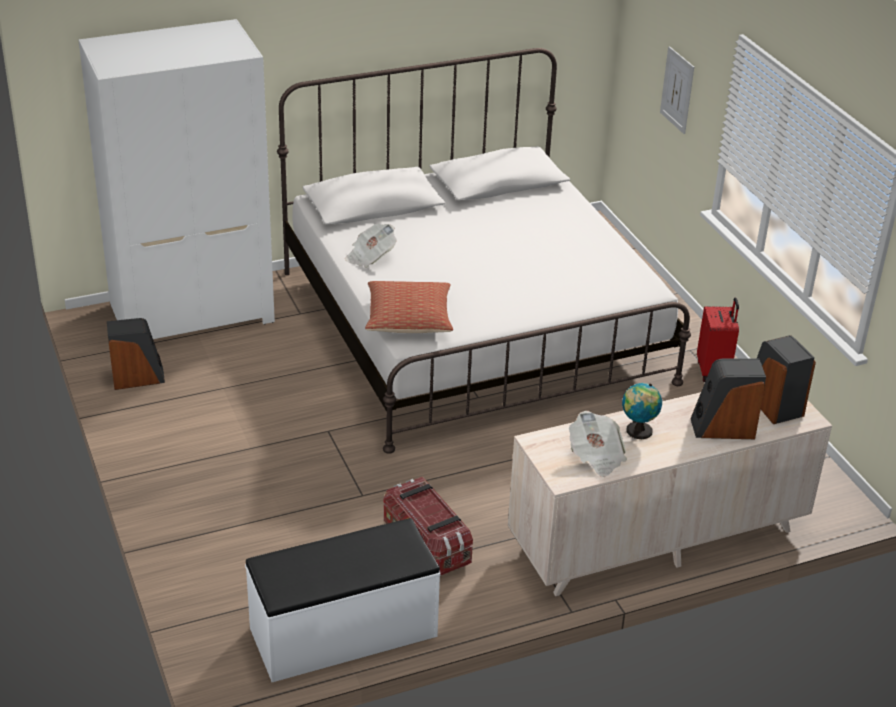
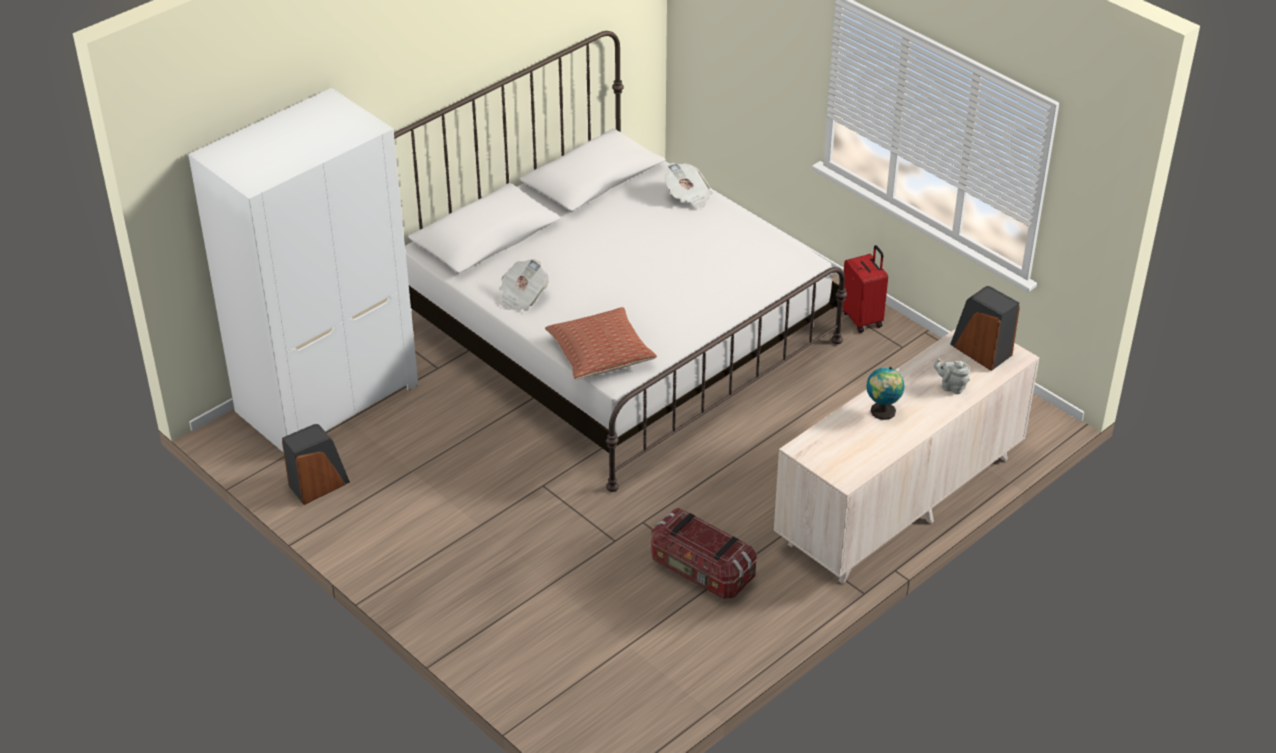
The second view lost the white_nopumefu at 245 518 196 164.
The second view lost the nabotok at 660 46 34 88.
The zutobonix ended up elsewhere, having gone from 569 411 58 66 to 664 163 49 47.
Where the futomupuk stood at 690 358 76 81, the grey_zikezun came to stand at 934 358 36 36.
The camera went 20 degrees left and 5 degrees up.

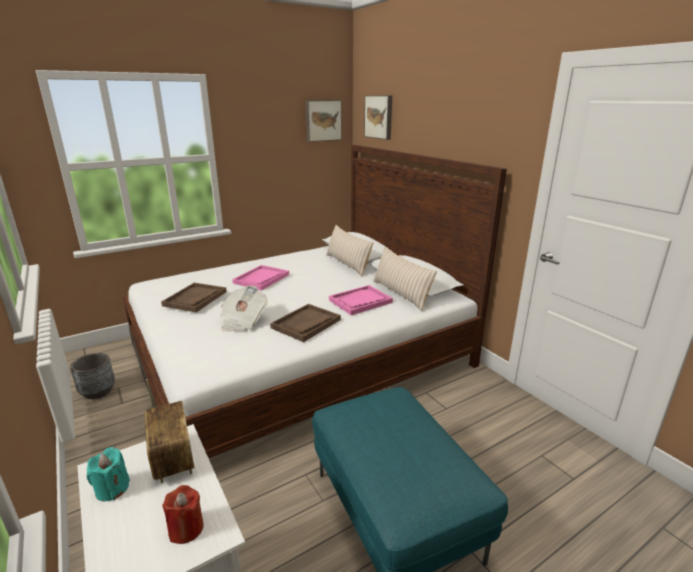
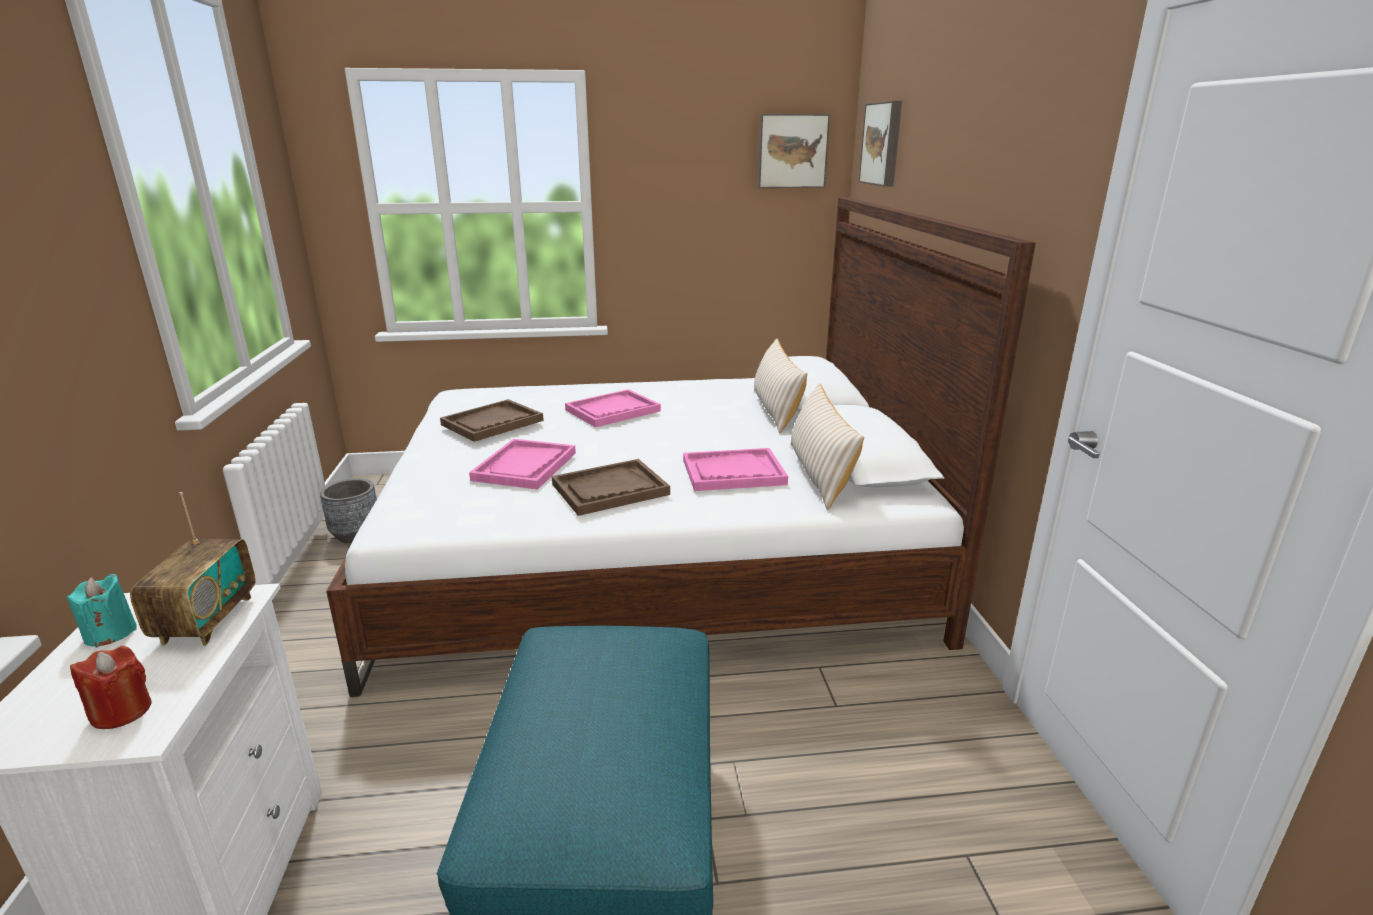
Where the zutobonix stood at 220 286 48 46, the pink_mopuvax came to stand at 469 439 107 51.
The camera went 25 degrees right and 0 degrees up.

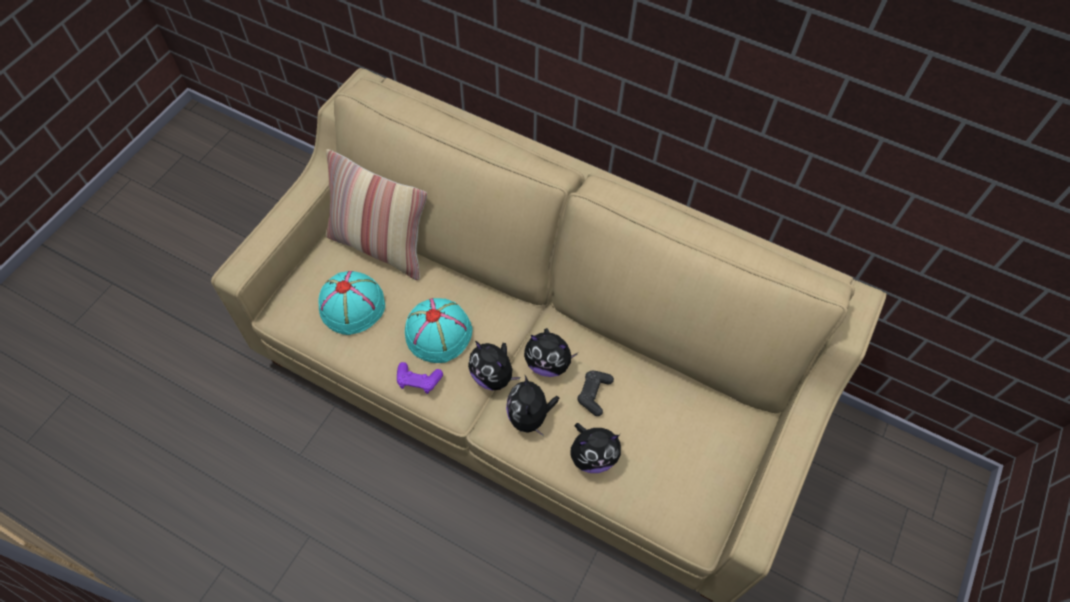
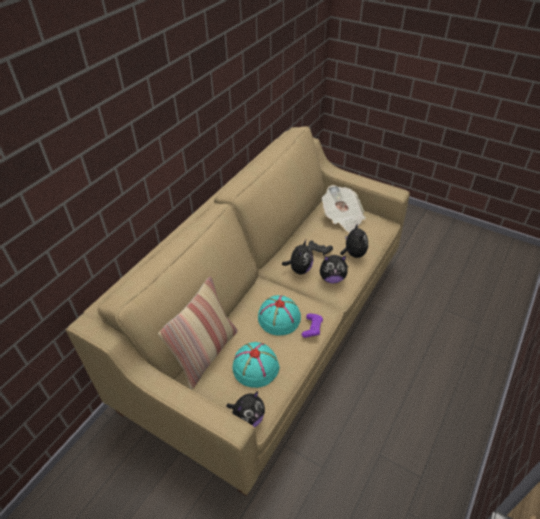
The second view gained the zutobonix at 322 185 44 48.
The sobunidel ended up elsewhere, having gone from 468 341 52 50 to 226 391 39 37.
The camera went 85 degrees left and 15 degrees down.

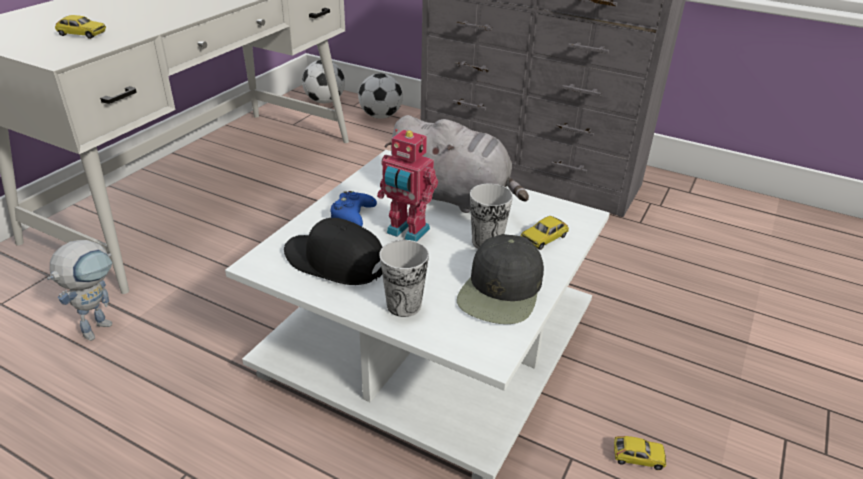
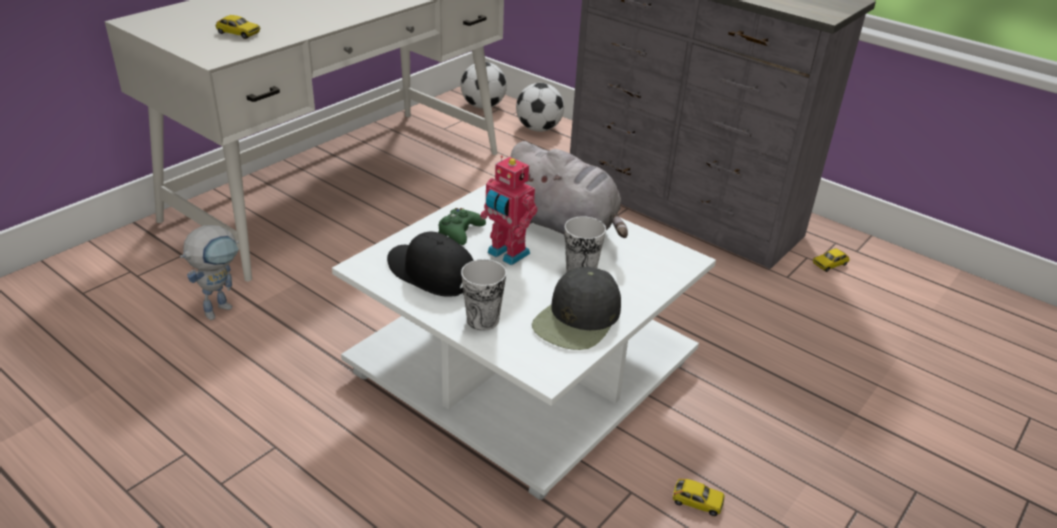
The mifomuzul ended up elsewhere, having gone from 521 216 48 34 to 813 248 37 24.
What was the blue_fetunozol at 330 191 47 36 turned into the green_fetunozol at 438 208 48 37.
The camera went 10 degrees right and 0 degrees up.

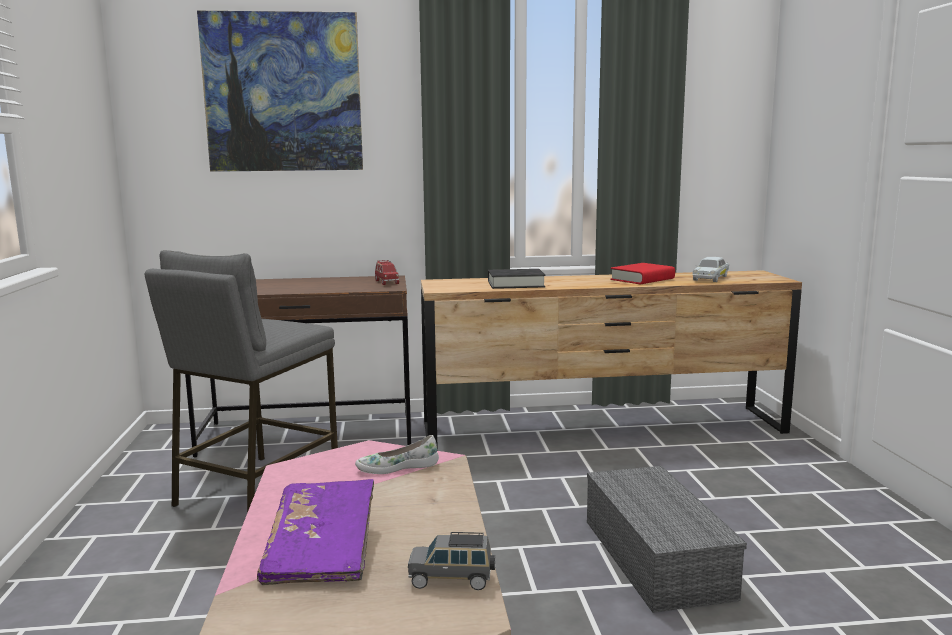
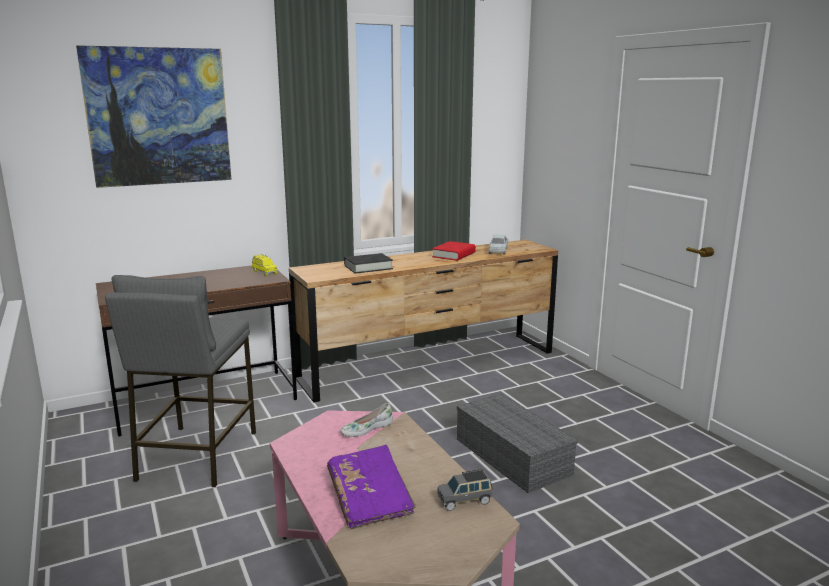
What was the red_mifomuzul at 375 260 24 25 turned into the yellow_mifomuzul at 252 254 25 22.
The camera went 20 degrees left and 5 degrees up.

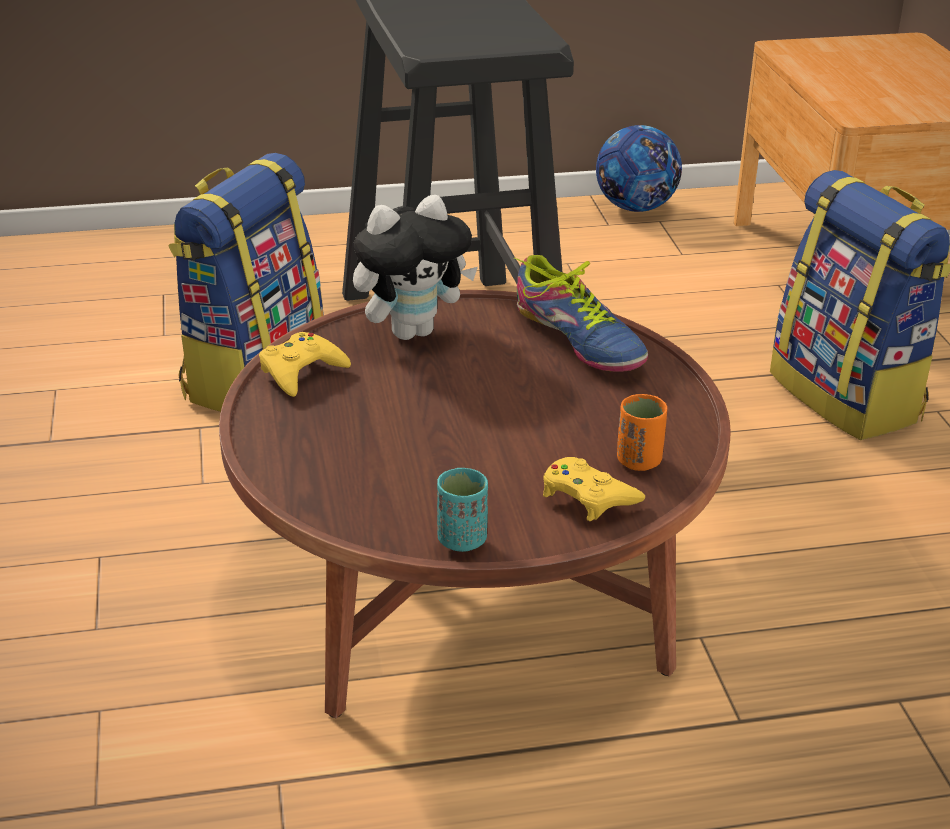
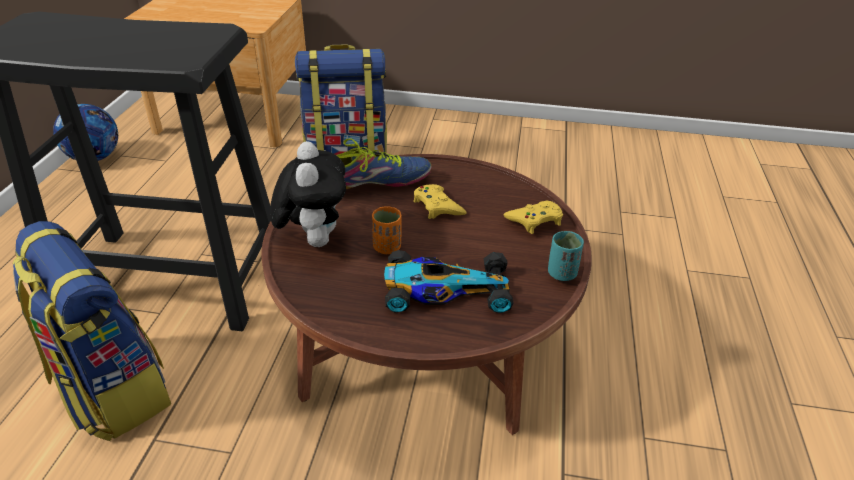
The second view gained the mifomuzul at 384 250 130 63.
The yellow_fetunozol ended up elsewhere, having gone from 259 332 92 65 to 413 184 54 35.
The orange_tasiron ended up elsewhere, having gone from 617 394 50 77 to 372 207 30 47.
The camera went 70 degrees left and 5 degrees up.

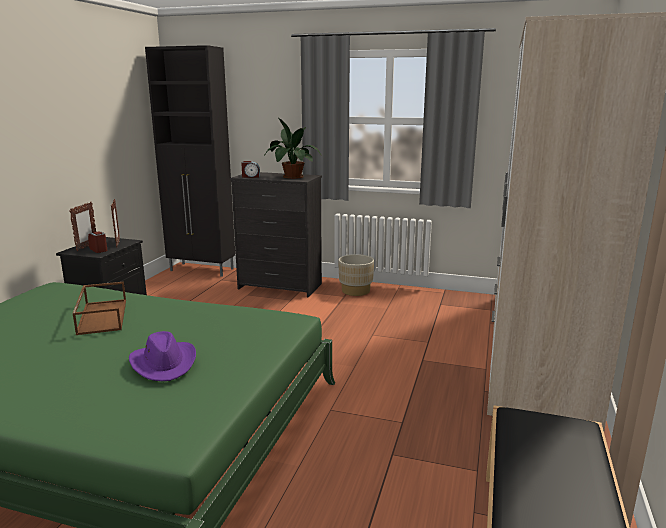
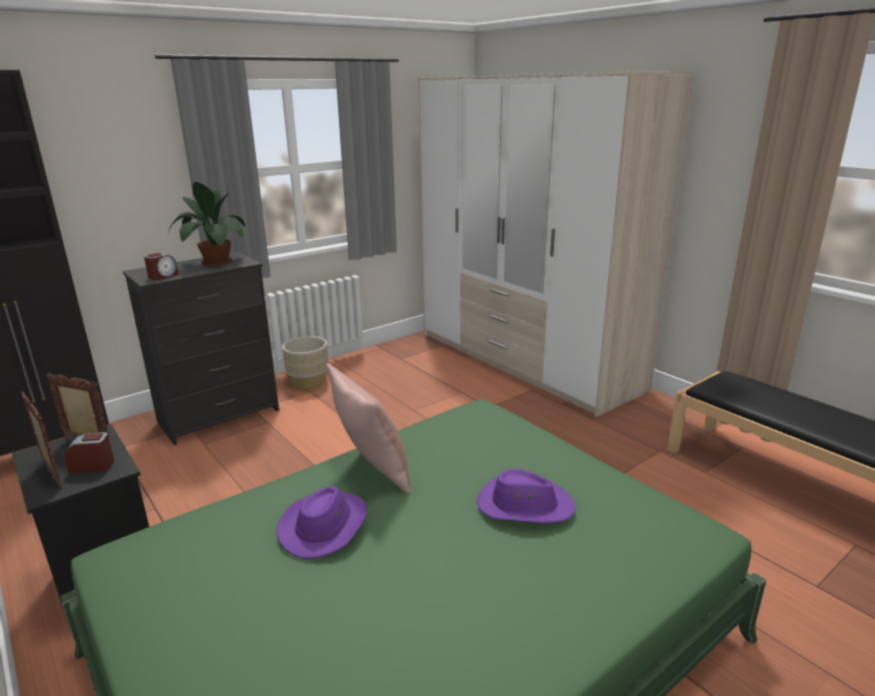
The second view gained the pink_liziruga at 326 363 84 131.
Where the brown_mopuvax stood at 72 282 54 53, the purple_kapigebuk came to stand at 276 487 91 72.
The camera went 55 degrees left and 5 degrees up.

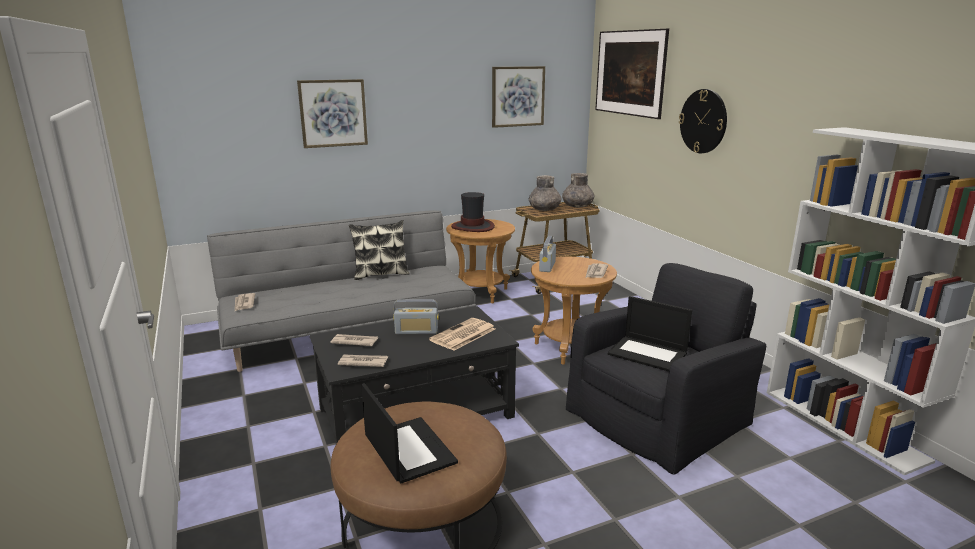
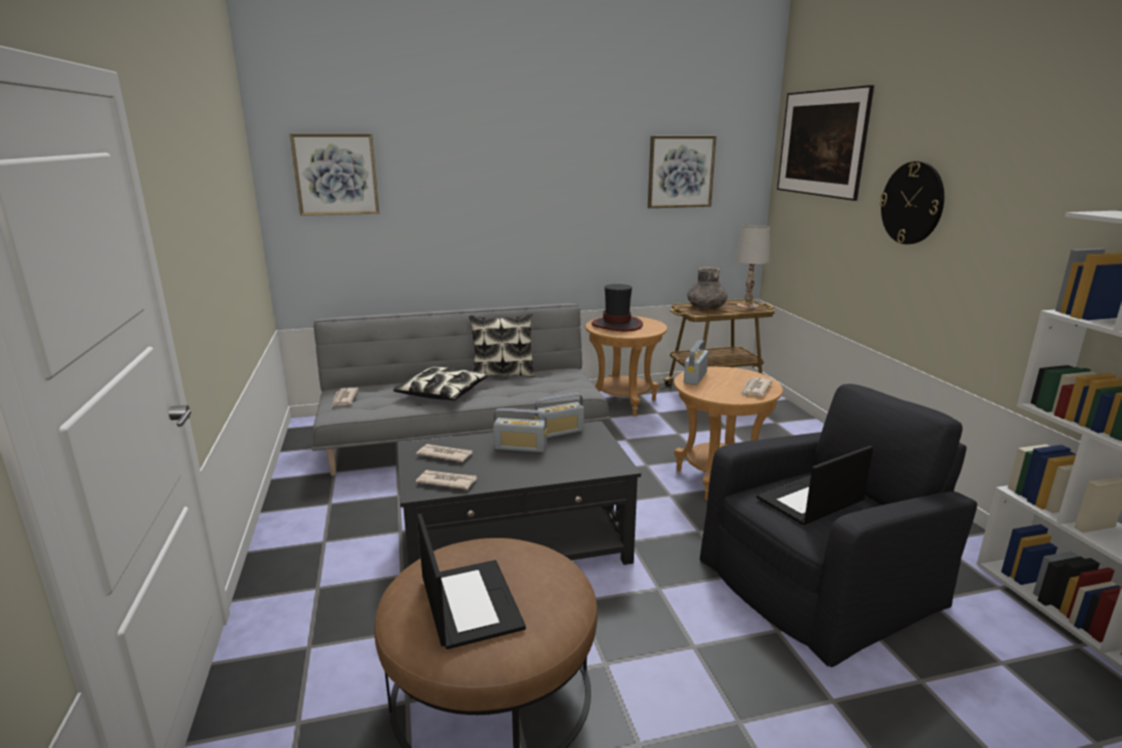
The second view lost the zutobonix at 429 318 66 33.
The second view gained the liziruga at 393 366 94 35.
The second view gained the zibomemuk at 534 393 50 45.
The nabotok ended up elsewhere, having gone from 297 79 71 69 to 290 134 89 82.
Where the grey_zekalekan stood at 562 173 32 34, the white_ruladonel came to stand at 735 225 35 84.
The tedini at 608 296 84 75 ended up facing another way, 105 degrees clockwise from before.
The camera went 10 degrees right and 0 degrees up.

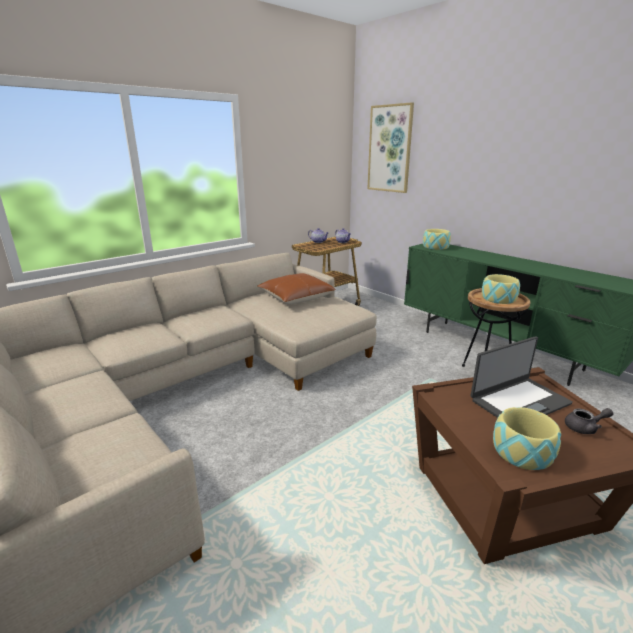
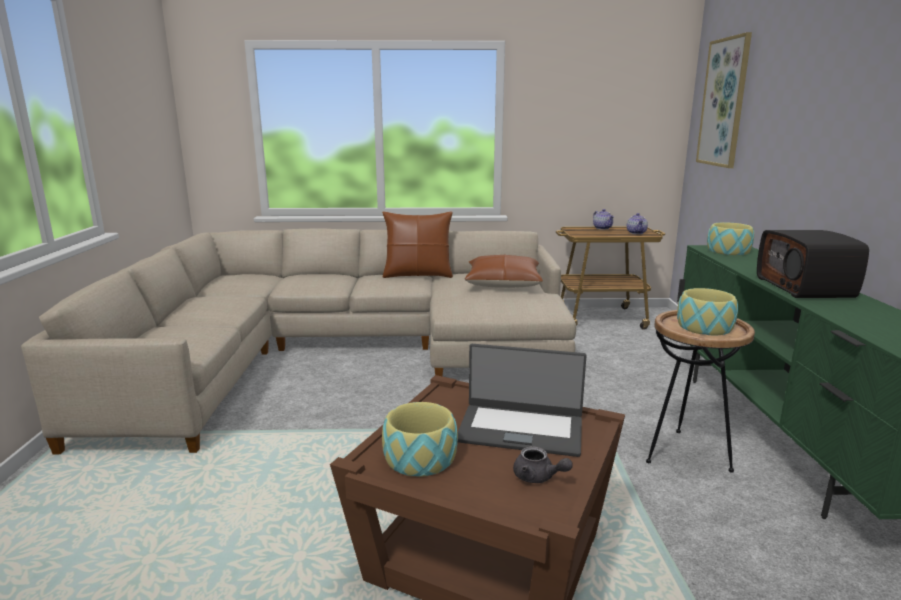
The second view gained the brown_liziruga at 382 211 71 67.
The second view gained the zibomemuk at 757 230 112 68.
The camera went 40 degrees right and 5 degrees down.

